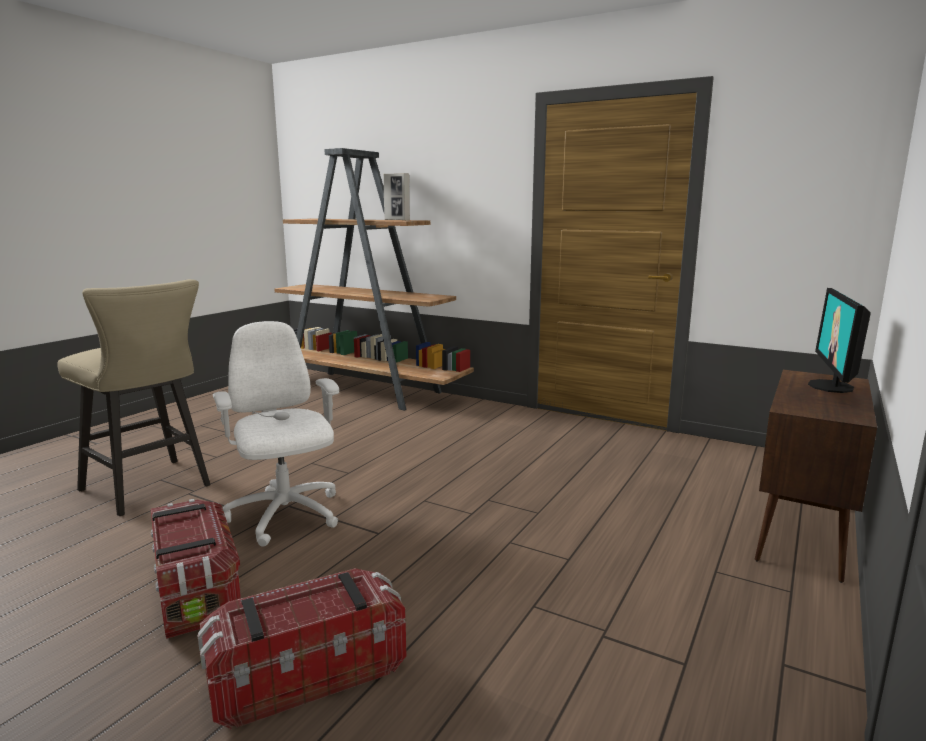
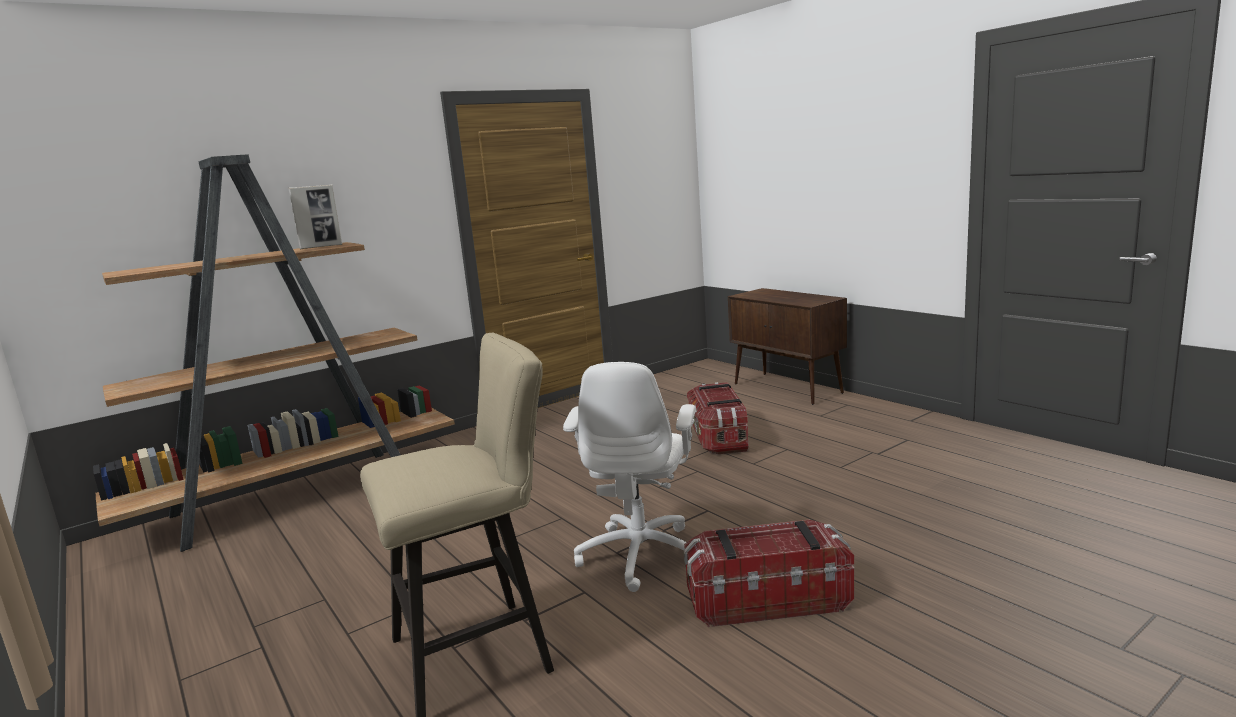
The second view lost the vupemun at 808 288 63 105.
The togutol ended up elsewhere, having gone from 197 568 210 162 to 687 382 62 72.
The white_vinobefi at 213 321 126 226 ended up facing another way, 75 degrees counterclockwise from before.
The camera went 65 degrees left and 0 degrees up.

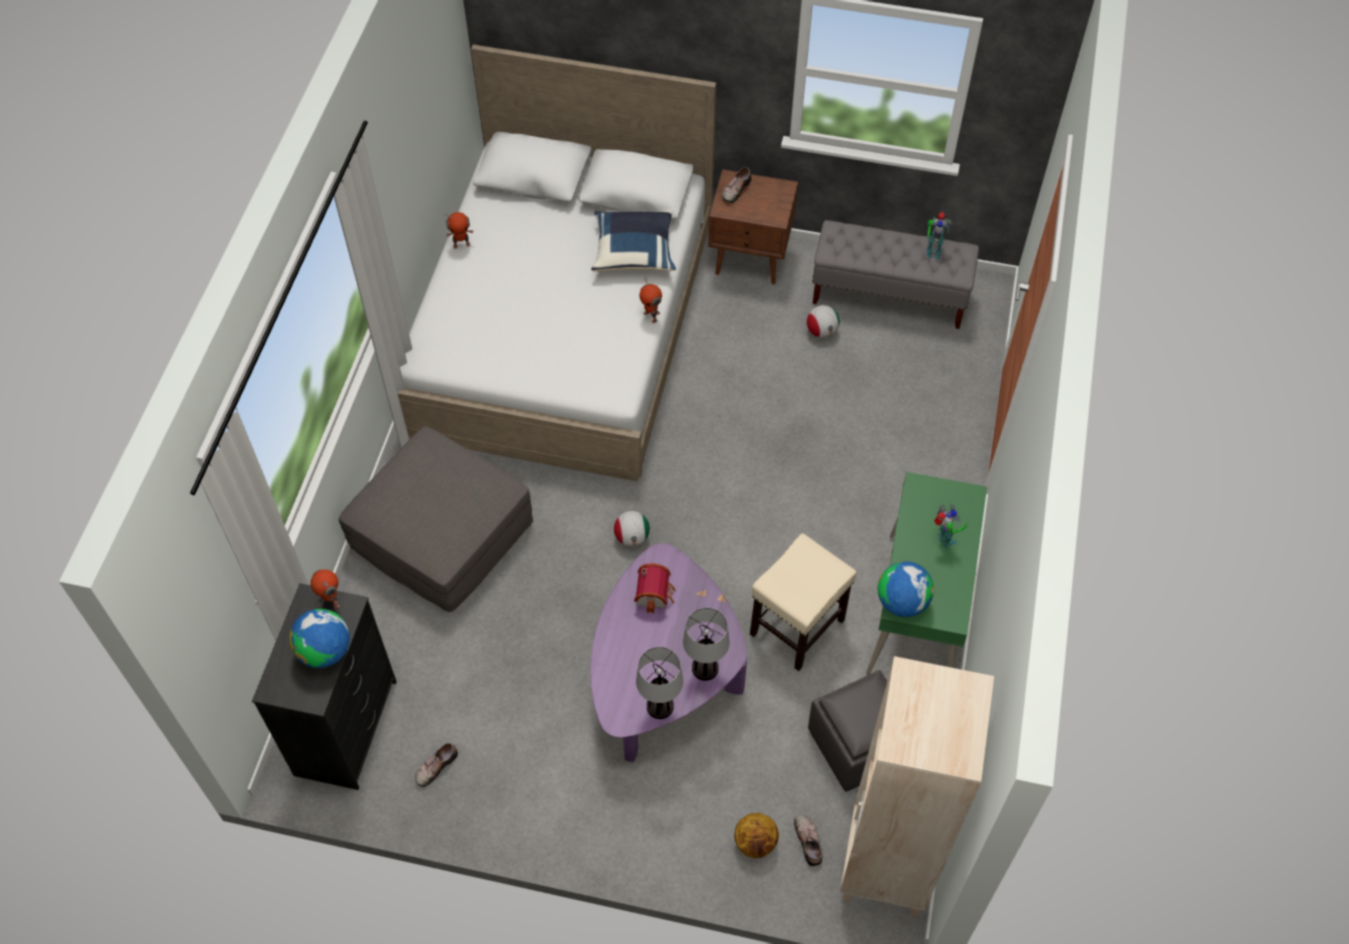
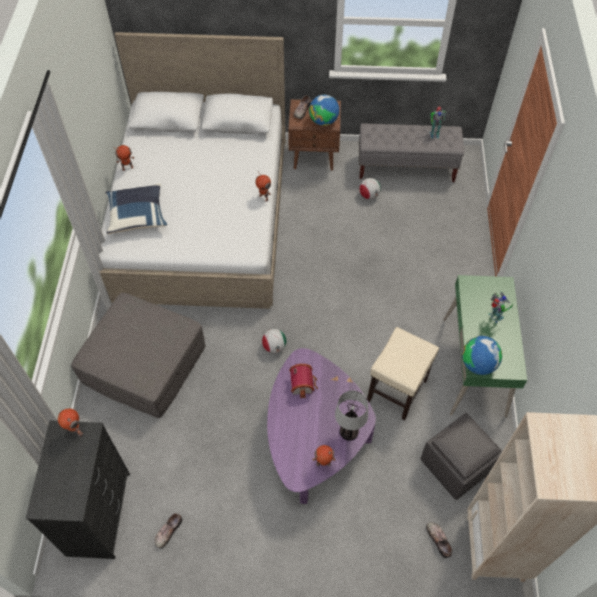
The second view lost the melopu at 734 813 45 45.
The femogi ended up elsewhere, having gone from 289 609 61 59 to 309 95 30 31.
The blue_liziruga ended up elsewhere, having gone from 591 210 85 62 to 105 183 62 51.
Where the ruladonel stood at 636 647 47 72, the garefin came to stand at 312 445 23 21.
The camera went 10 degrees left and 0 degrees up.

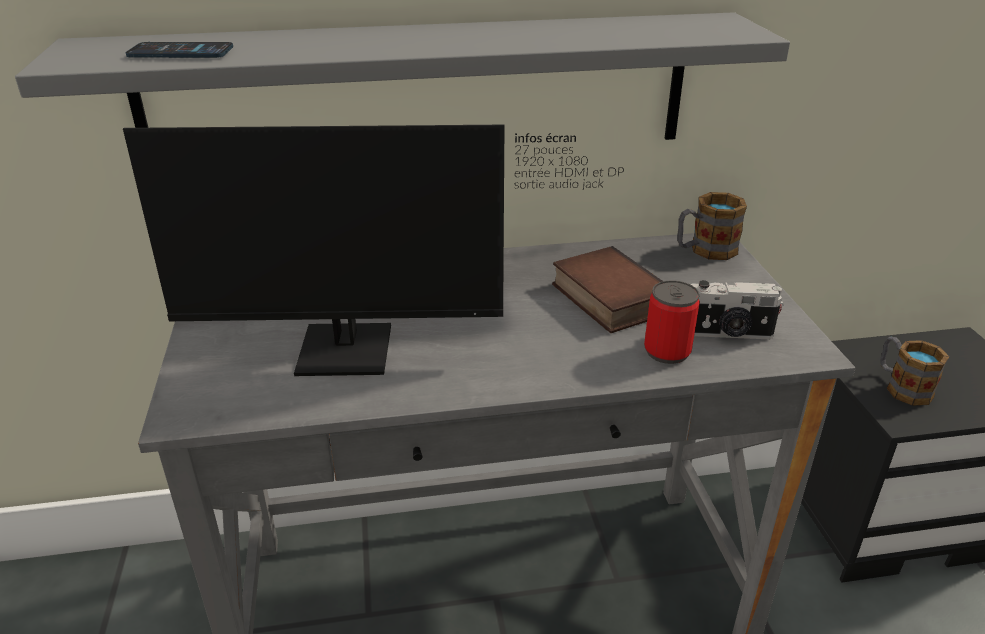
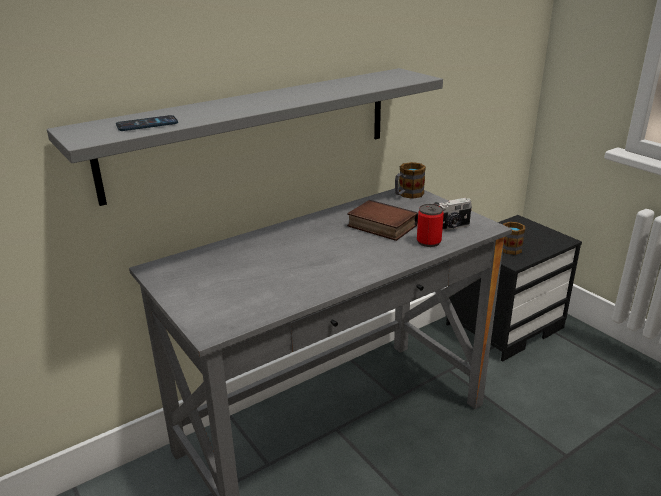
The second view lost the vupemun at 123 125 501 251.
The camera went 25 degrees left and 5 degrees down.

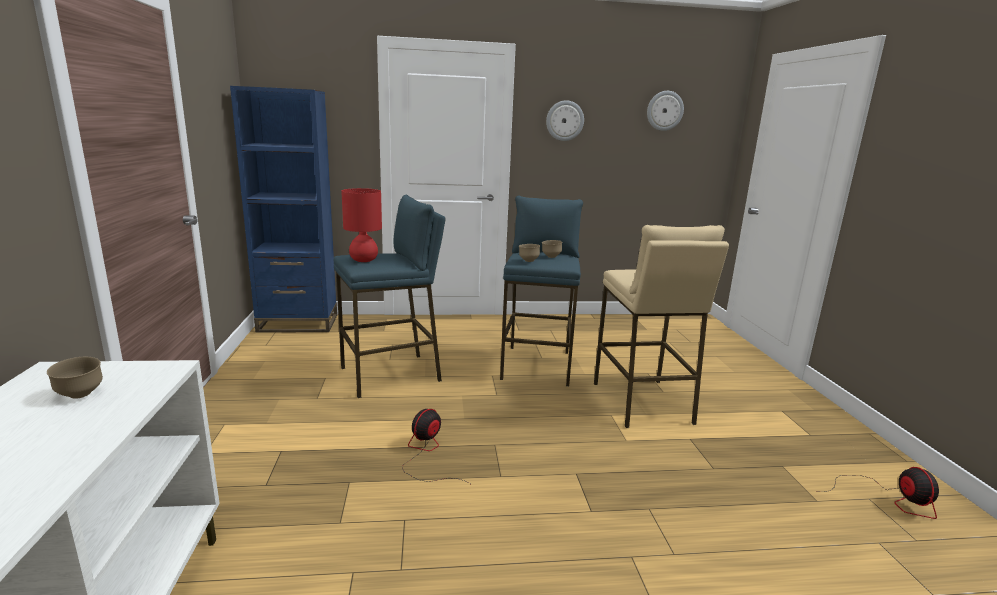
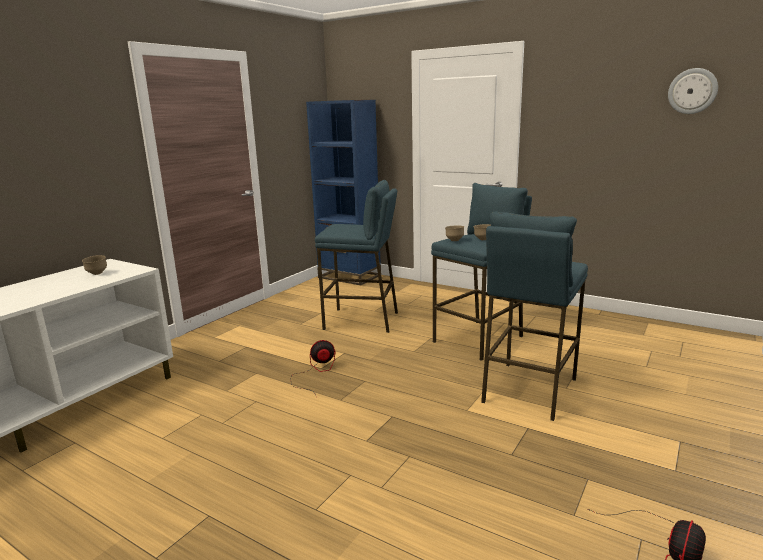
The second view lost the red_ruladonel at 341 188 41 74.
The second view lost the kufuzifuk at 546 100 38 41.
What was the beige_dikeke at 594 225 135 203 turned into the blue_dikeke at 481 212 107 209.
The camera went 40 degrees right and 0 degrees up.

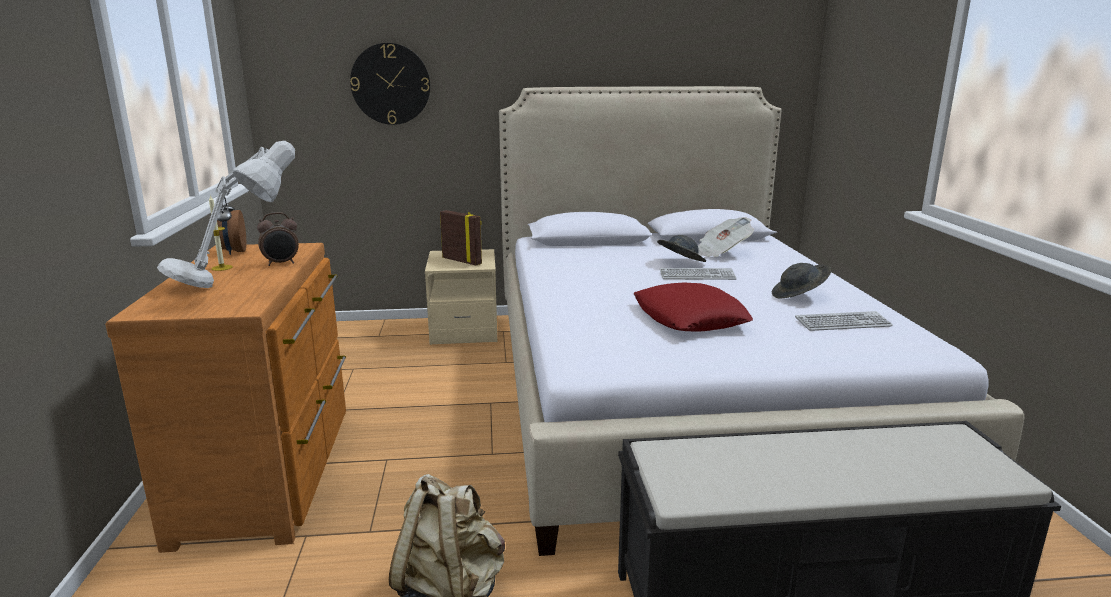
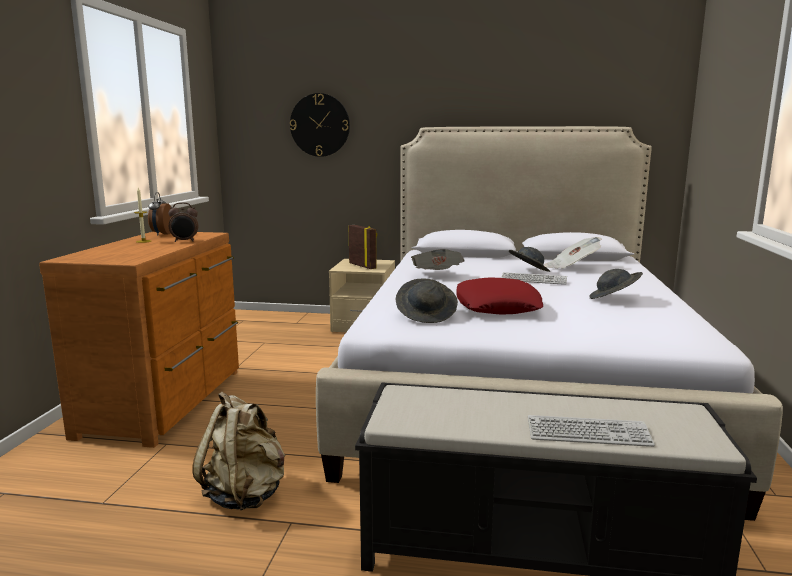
The second view lost the grey_ruladonel at 157 141 138 147.
The second view gained the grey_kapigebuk at 395 278 63 45.
The second view gained the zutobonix at 411 249 54 21.
The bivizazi ended up elsewhere, having gone from 795 311 98 20 to 528 415 127 32.
The camera went 15 degrees right and 5 degrees down.

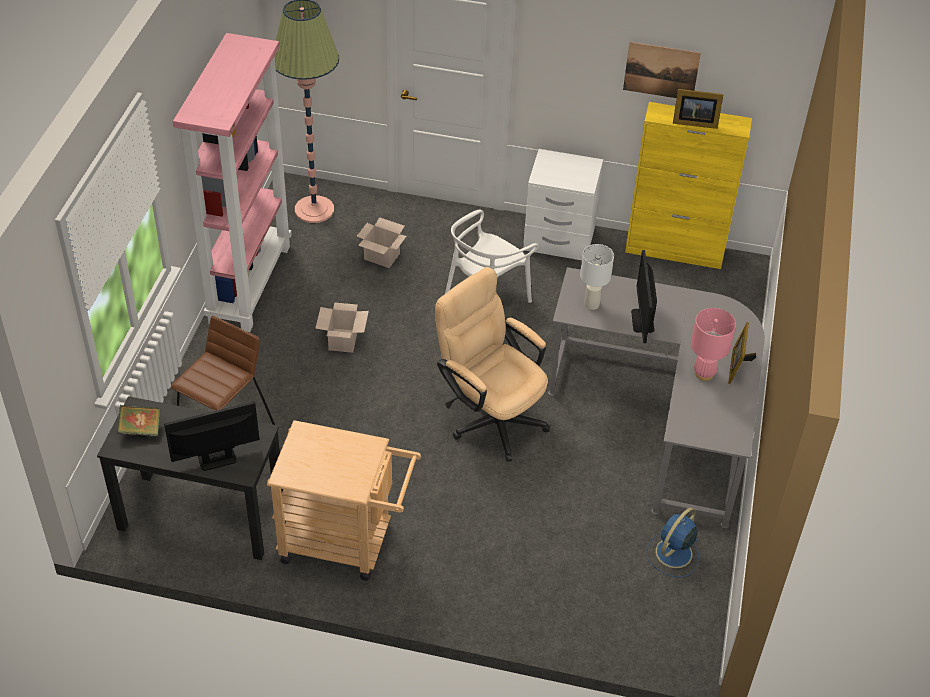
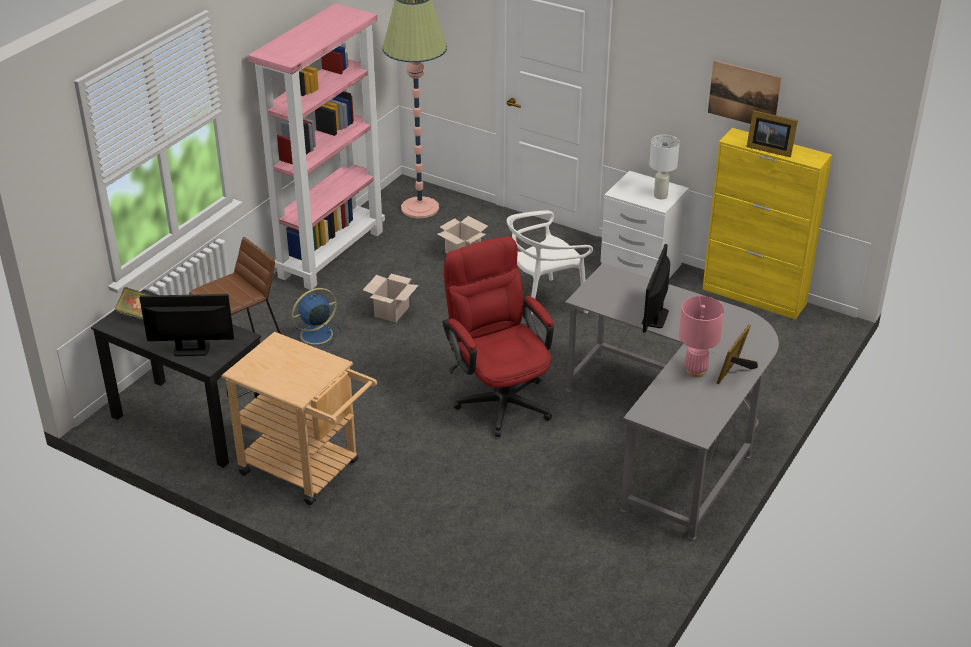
The white_ruladonel ended up elsewhere, having gone from 580 244 34 66 to 649 135 31 64.
The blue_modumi ended up elsewhere, having gone from 646 508 53 69 to 292 288 51 62.
What was the beige_vinobefi at 435 267 115 195 turned into the red_vinobefi at 442 236 112 201.
The camera went 20 degrees right and 10 degrees down.

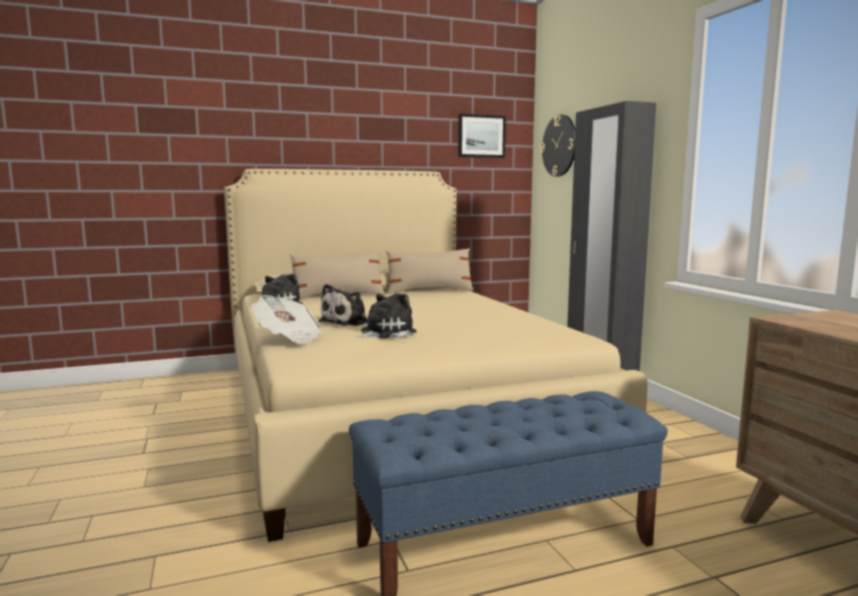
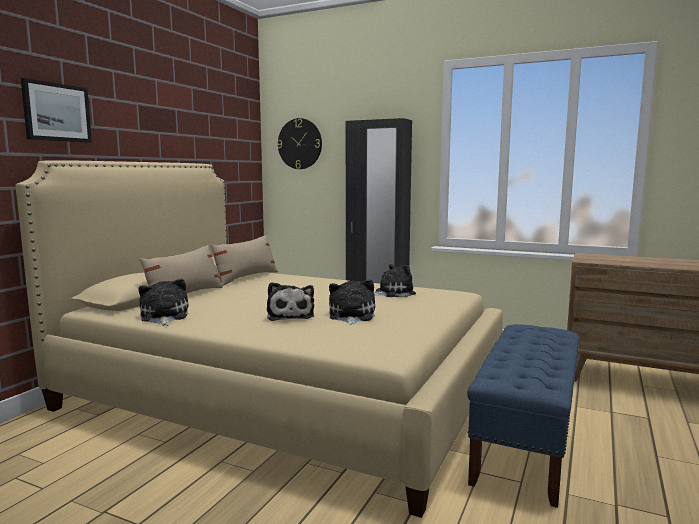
The second view lost the zutobonix at 251 295 73 50.
The second view gained the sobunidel at 374 264 42 33.
The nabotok ended up elsewhere, having gone from 458 114 48 44 to 21 78 71 65.
The camera went 45 degrees left and 0 degrees up.

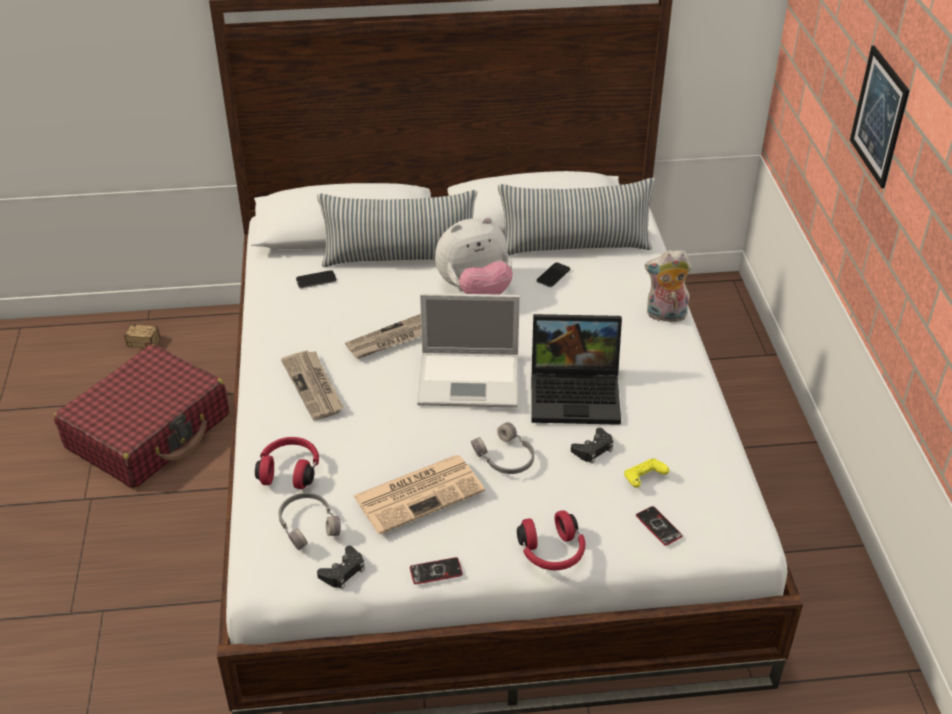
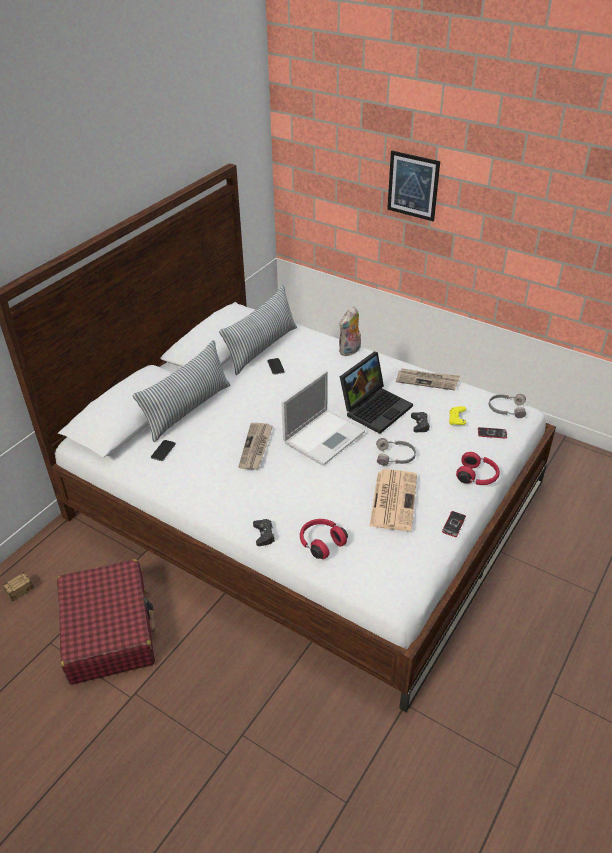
The second view lost the sobunidel at 435 217 78 78.
The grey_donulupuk ended up elsewhere, having gone from 278 493 63 57 to 489 394 37 24.
The zutobonix ended up elsewhere, having gone from 281 351 62 69 to 396 368 64 22.
The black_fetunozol ended up elsewhere, having gone from 317 546 48 43 to 253 519 22 27.
The camera went 50 degrees left and 0 degrees up.

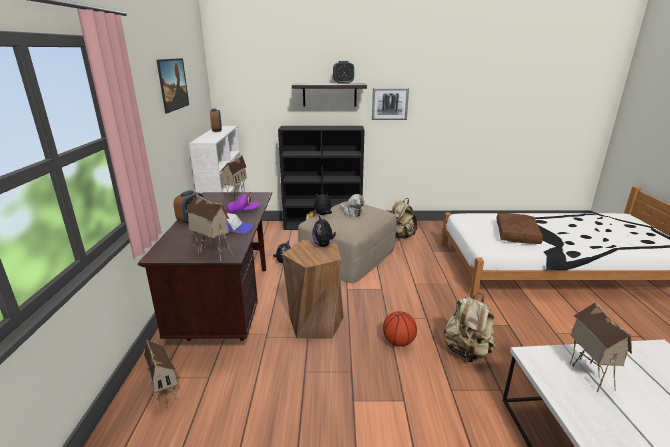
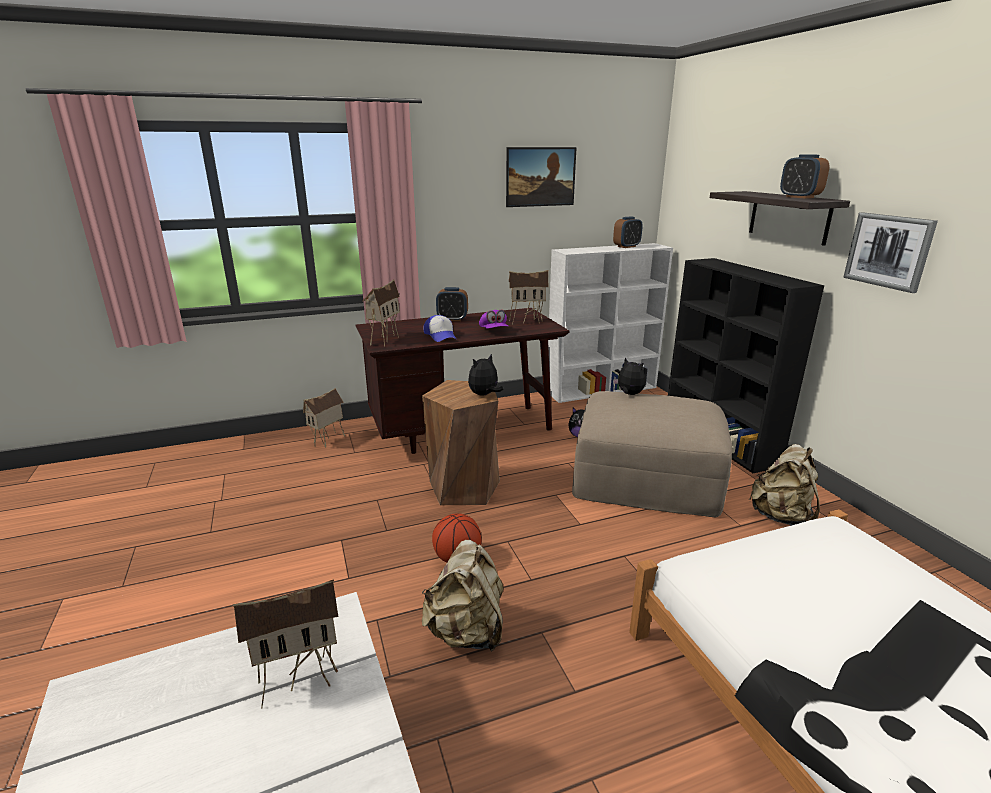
The second view lost the sobunidel at 340 194 24 23.
The second view lost the brown_liziruga at 497 213 46 31.
The camera went 70 degrees right and 0 degrees up.

